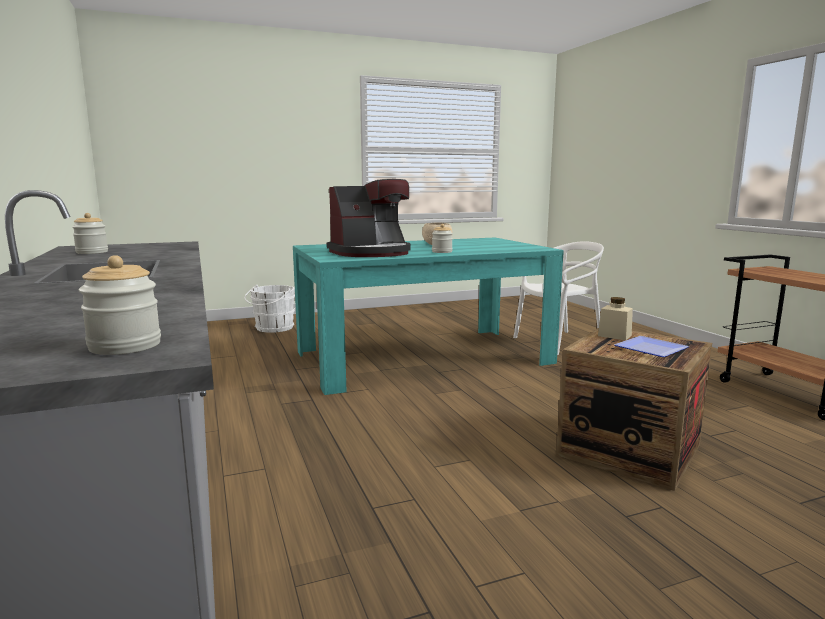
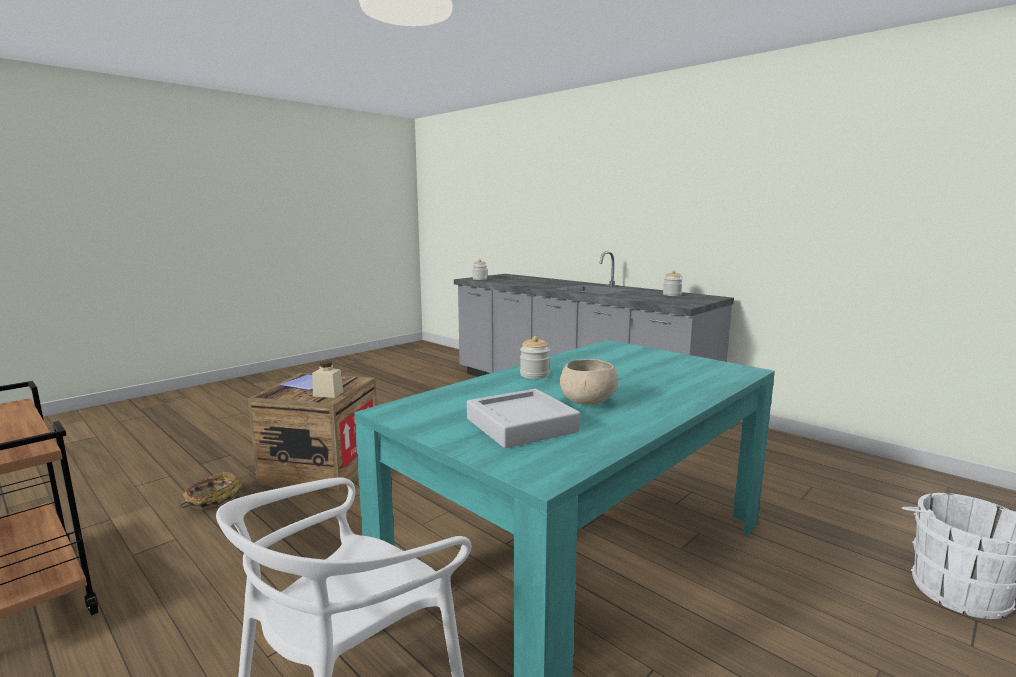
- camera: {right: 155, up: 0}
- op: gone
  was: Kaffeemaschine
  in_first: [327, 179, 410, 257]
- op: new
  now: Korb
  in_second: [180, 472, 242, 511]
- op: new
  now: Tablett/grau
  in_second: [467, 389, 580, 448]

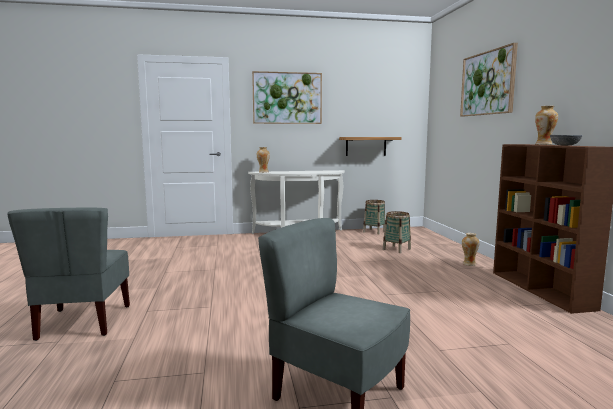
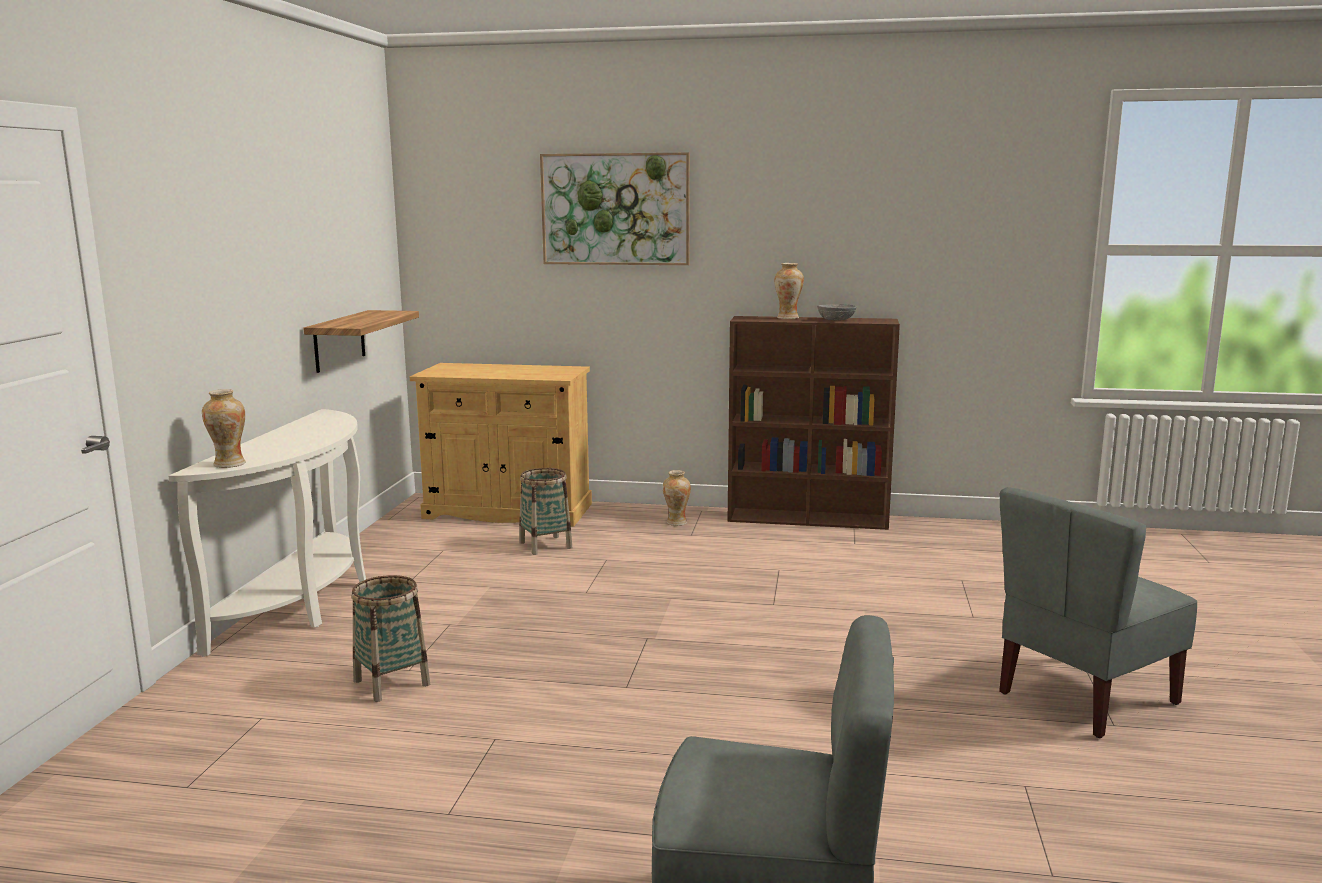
- camera: {right: -70, up: 5}
- op: gone
  was: Bild
  in_first: [252, 71, 322, 124]
- op: shifted
  was: Korb
  in_first: [363, 200, 385, 234]
  in_second: [351, 575, 430, 702]
- op: new
  now: Schrank/beige
  in_second: [410, 363, 592, 527]

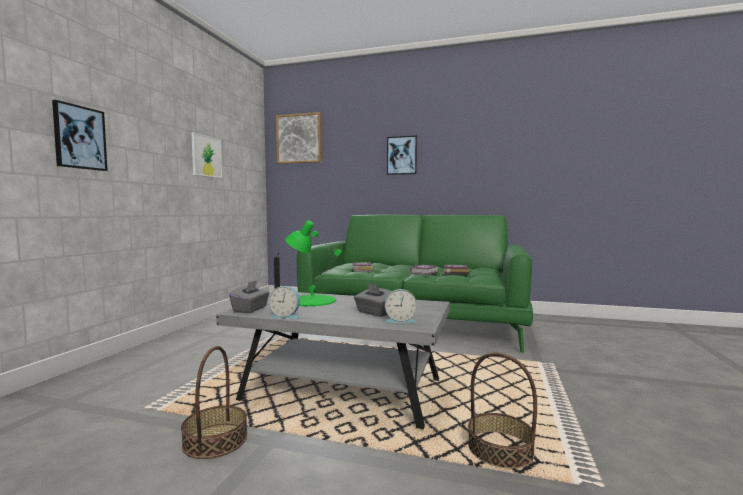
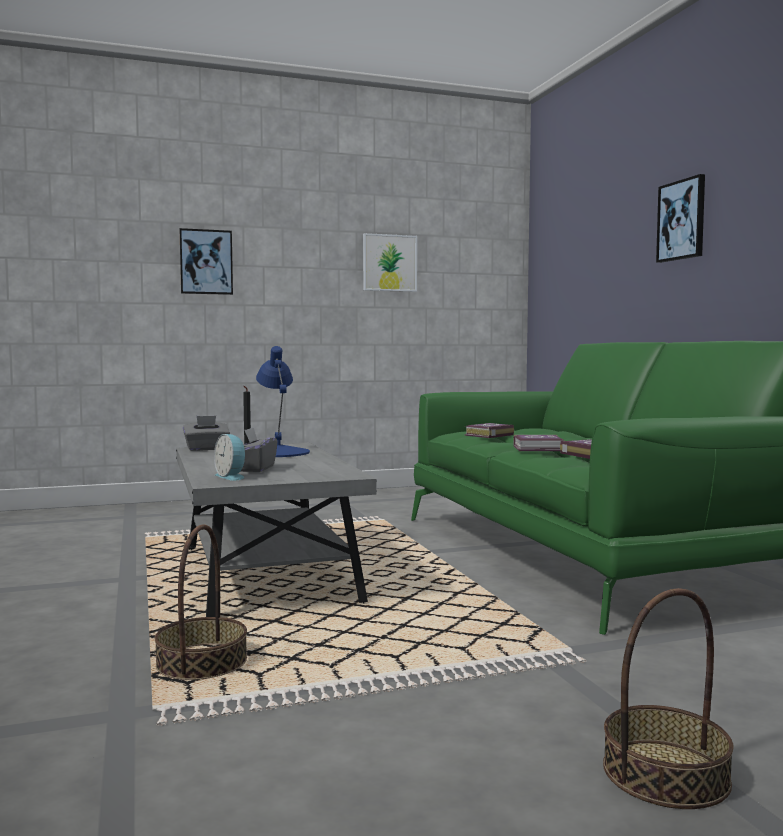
- camera: {right: 55, up: 0}
- op: shifted
  was: Korb
  in_first: [181, 346, 247, 459]
  in_second: [603, 588, 734, 809]
- op: gone
  was: Wecker
  in_first: [269, 286, 300, 319]
- op: gone
  was: Bild
  in_first: [276, 112, 322, 164]
- op: repainted
  was: Tischlampe/grün
  now: Tischlampe/blau
  in_first: [285, 220, 342, 306]
  in_second: [256, 346, 310, 457]

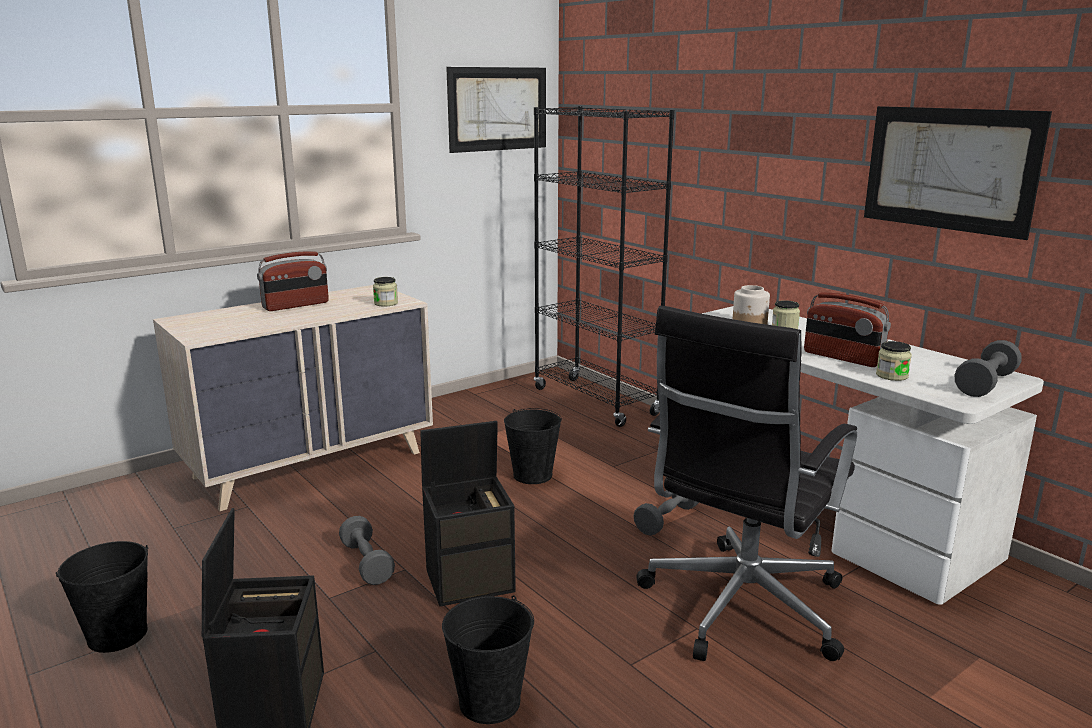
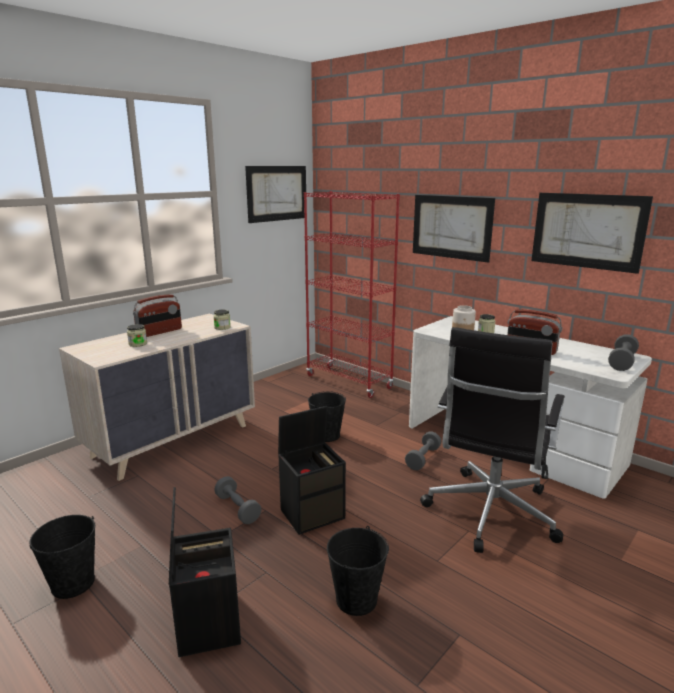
- camera: {right: -10, up: 0}
- op: repainted
  was: Bücherregal/schwarz
  now: Bücherregal/rot
  in_first: [534, 106, 675, 427]
  in_second: [304, 191, 400, 398]
- op: shifted
  was: Vorratsglas
  in_first: [876, 341, 912, 381]
  in_second: [127, 324, 147, 347]
- op: new
  now: Bild
  in_second: [413, 195, 495, 263]

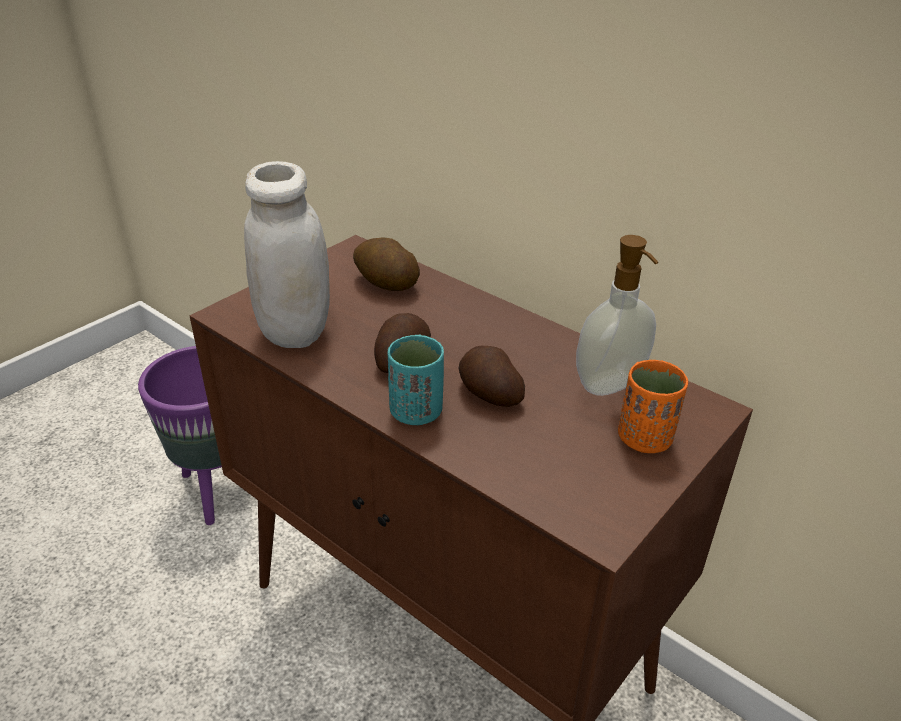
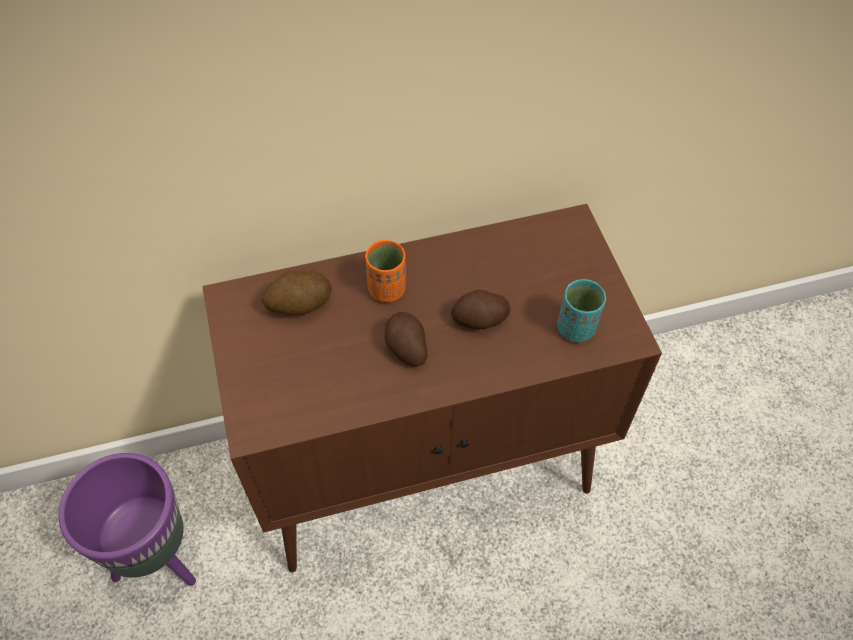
- camera: {right: -55, up: 20}
- op: gone
  was: Vorratsglas/weiß
  in_first: [244, 161, 330, 348]
- op: shifted
  was: Tasse/türkis
  in_first: [388, 335, 444, 425]
  in_second: [557, 279, 606, 342]
- op: gone
  was: Seifenspender
  in_first: [576, 235, 658, 396]
- op: shifted
  was: Tasse/orange
  in_first: [618, 360, 688, 453]
  in_second: [365, 240, 406, 302]

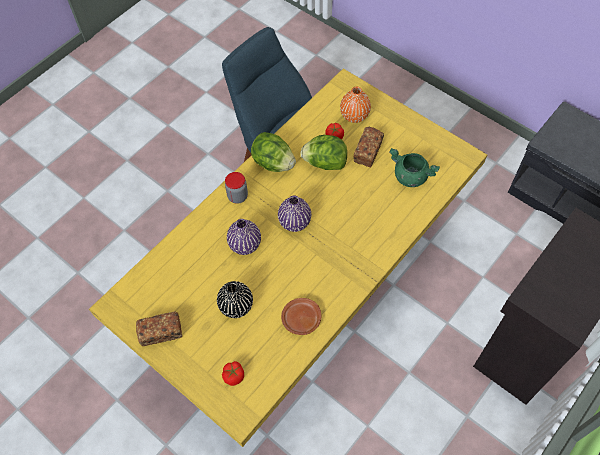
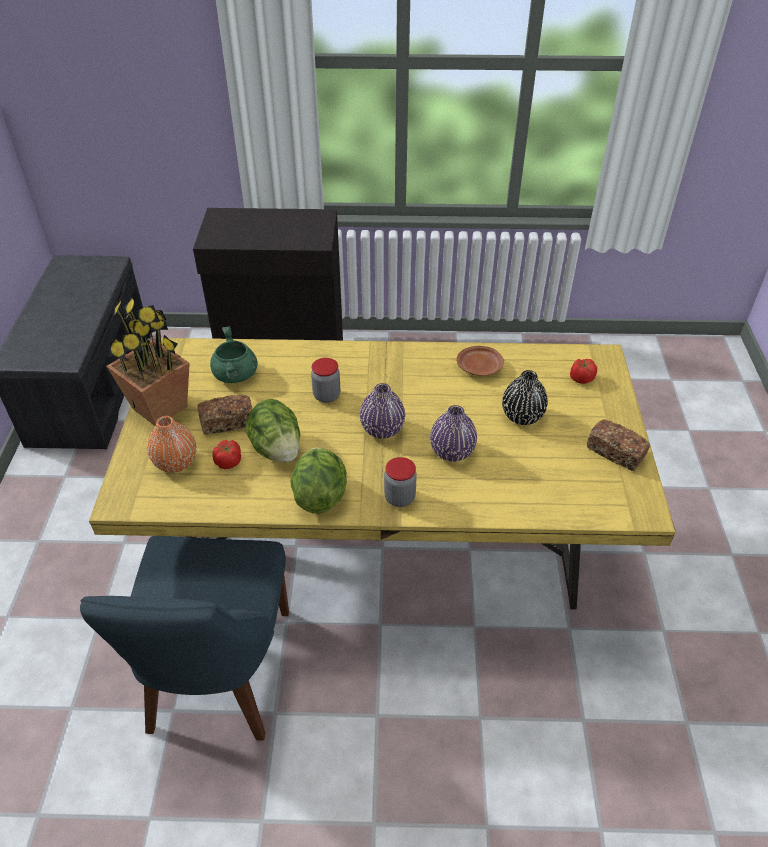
- camera: {right: -130, up: -15}
- op: new
  now: Topfpflanze
  in_second: [106, 296, 190, 426]
- op: new
  now: Vorratsglas
  in_second: [311, 358, 340, 403]

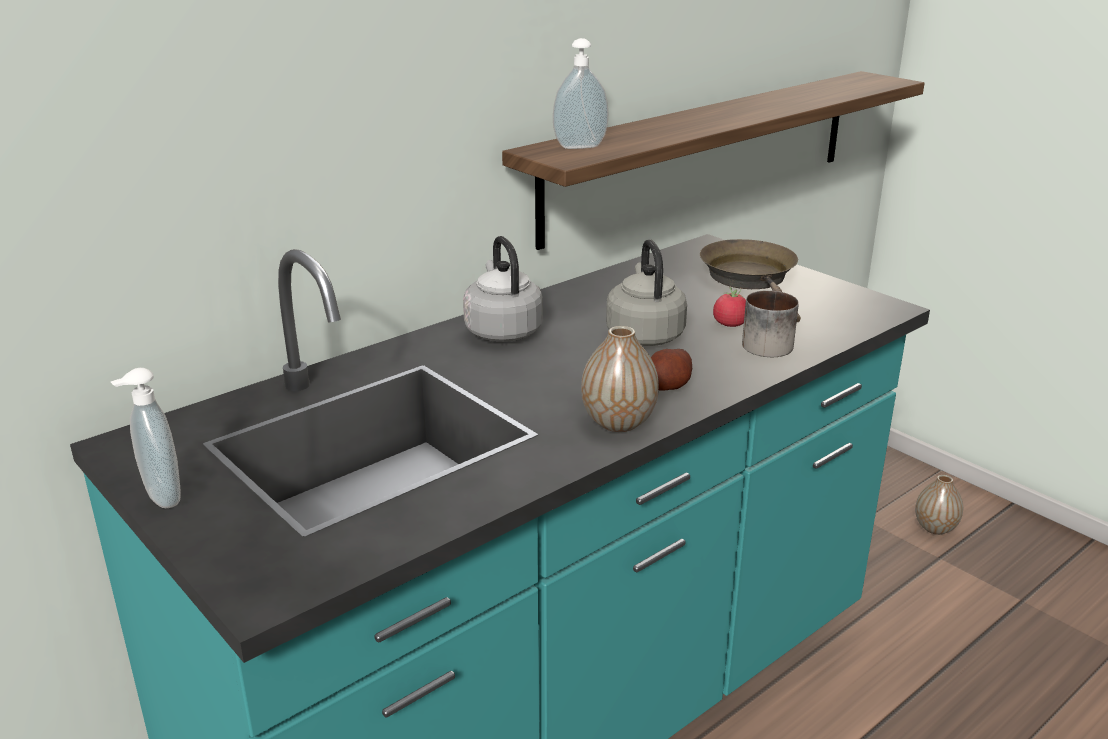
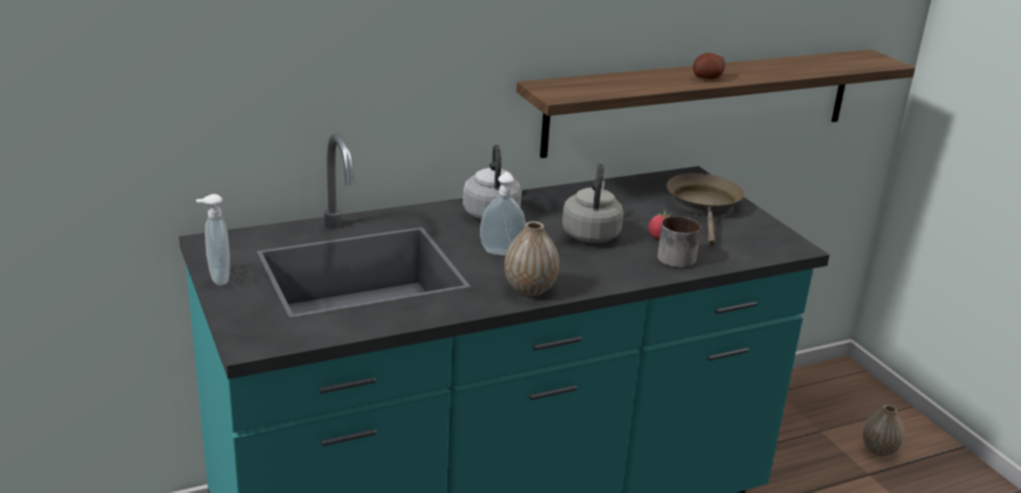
- camera: {right: 15, up: 0}
- op: shifted
  was: Seifenspender
  in_first: [553, 38, 609, 149]
  in_second: [480, 172, 526, 256]
- op: shifted
  was: Kartoffel
  in_first: [651, 349, 692, 391]
  in_second: [693, 53, 725, 79]

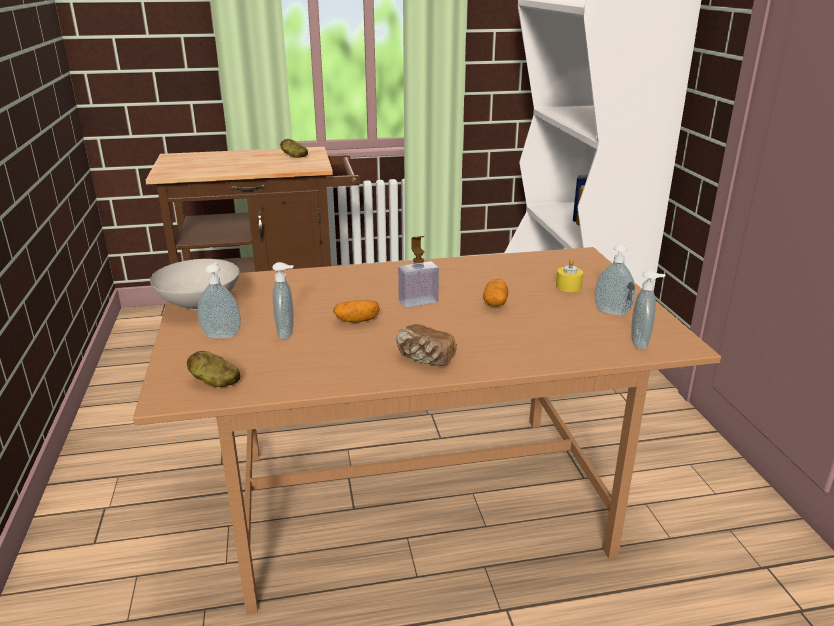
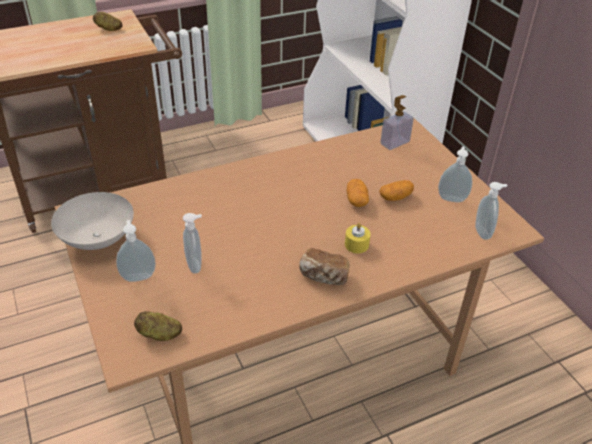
- camera: {right: -15, up: 15}
- op: shifted
  was: Kartoffel
  in_first: [333, 300, 380, 323]
  in_second: [379, 180, 414, 201]
- op: shifted
  was: Seifenspender
  in_first: [398, 236, 439, 307]
  in_second: [380, 95, 414, 150]
- op: shifted
  was: Kerze/gelb
  in_first: [556, 259, 583, 292]
  in_second: [345, 223, 371, 253]

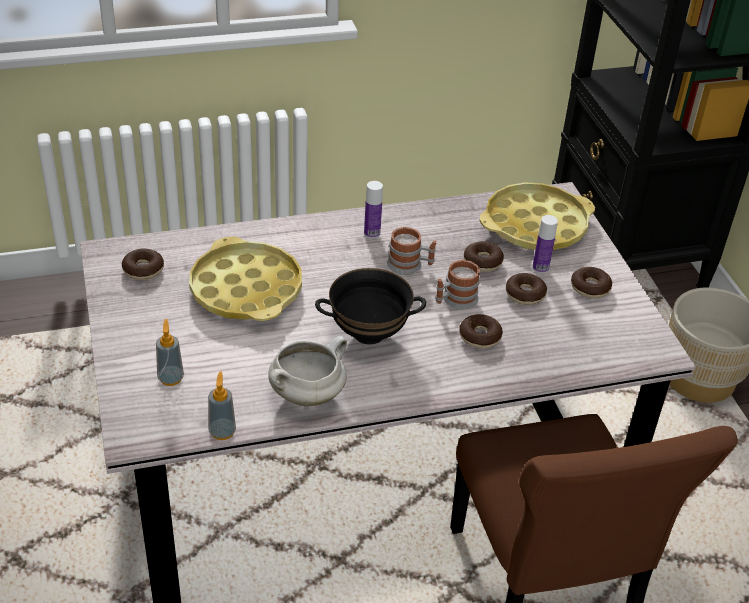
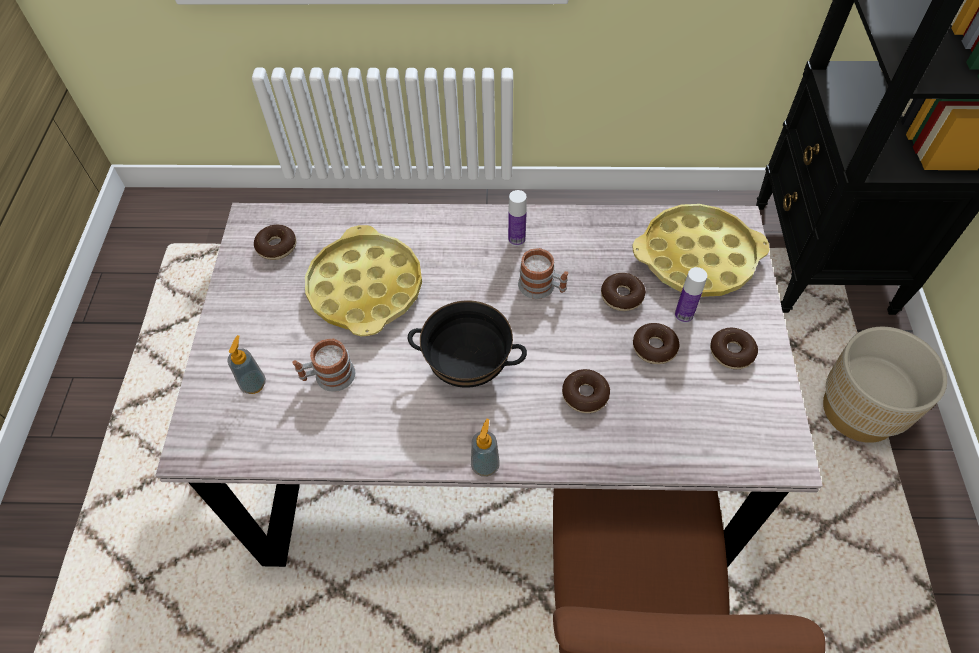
- camera: {right: 20, up: 15}
- op: shifted
  was: Seifenspender
  in_first: [208, 371, 236, 440]
  in_second: [471, 419, 500, 477]
- op: gone
  was: Kochtopf/weiß
  in_first: [268, 336, 347, 406]
- op: shifted
  was: Henkelbecher
  in_first: [435, 260, 480, 309]
  in_second: [292, 338, 355, 392]

